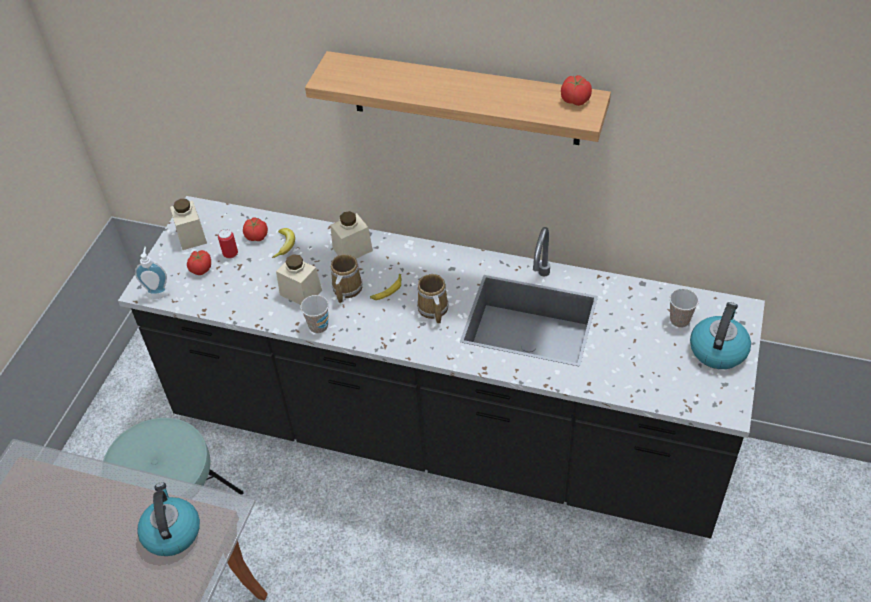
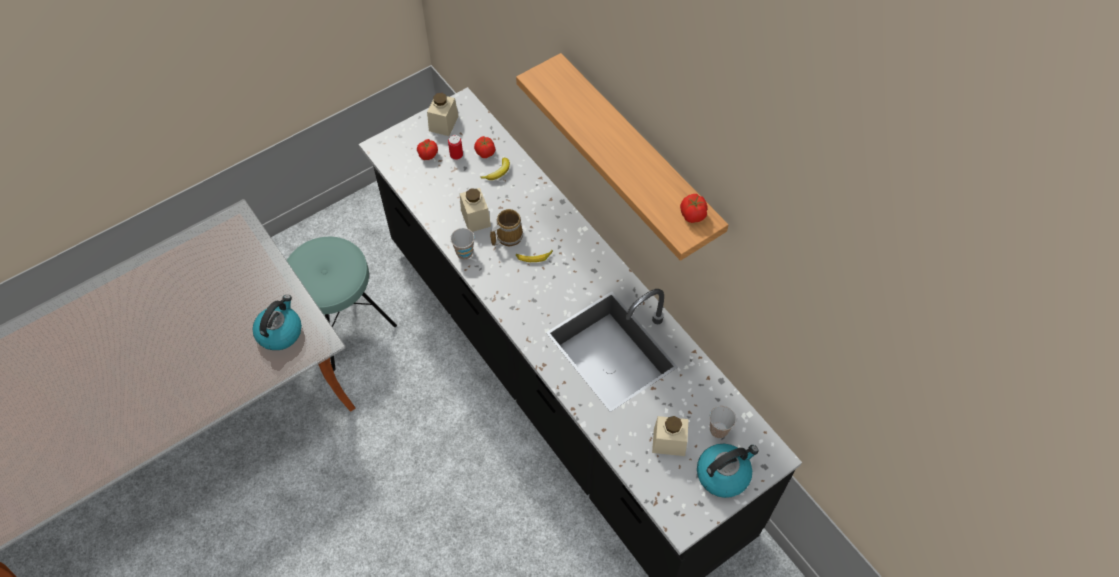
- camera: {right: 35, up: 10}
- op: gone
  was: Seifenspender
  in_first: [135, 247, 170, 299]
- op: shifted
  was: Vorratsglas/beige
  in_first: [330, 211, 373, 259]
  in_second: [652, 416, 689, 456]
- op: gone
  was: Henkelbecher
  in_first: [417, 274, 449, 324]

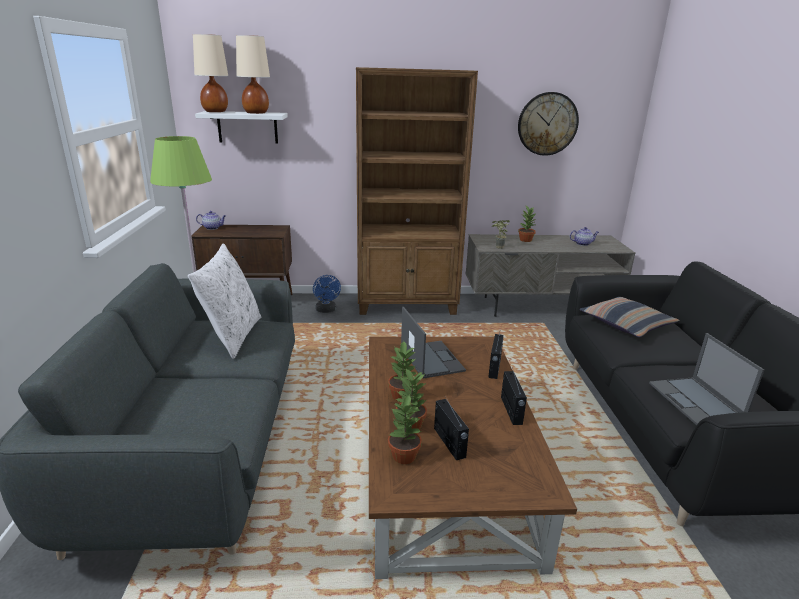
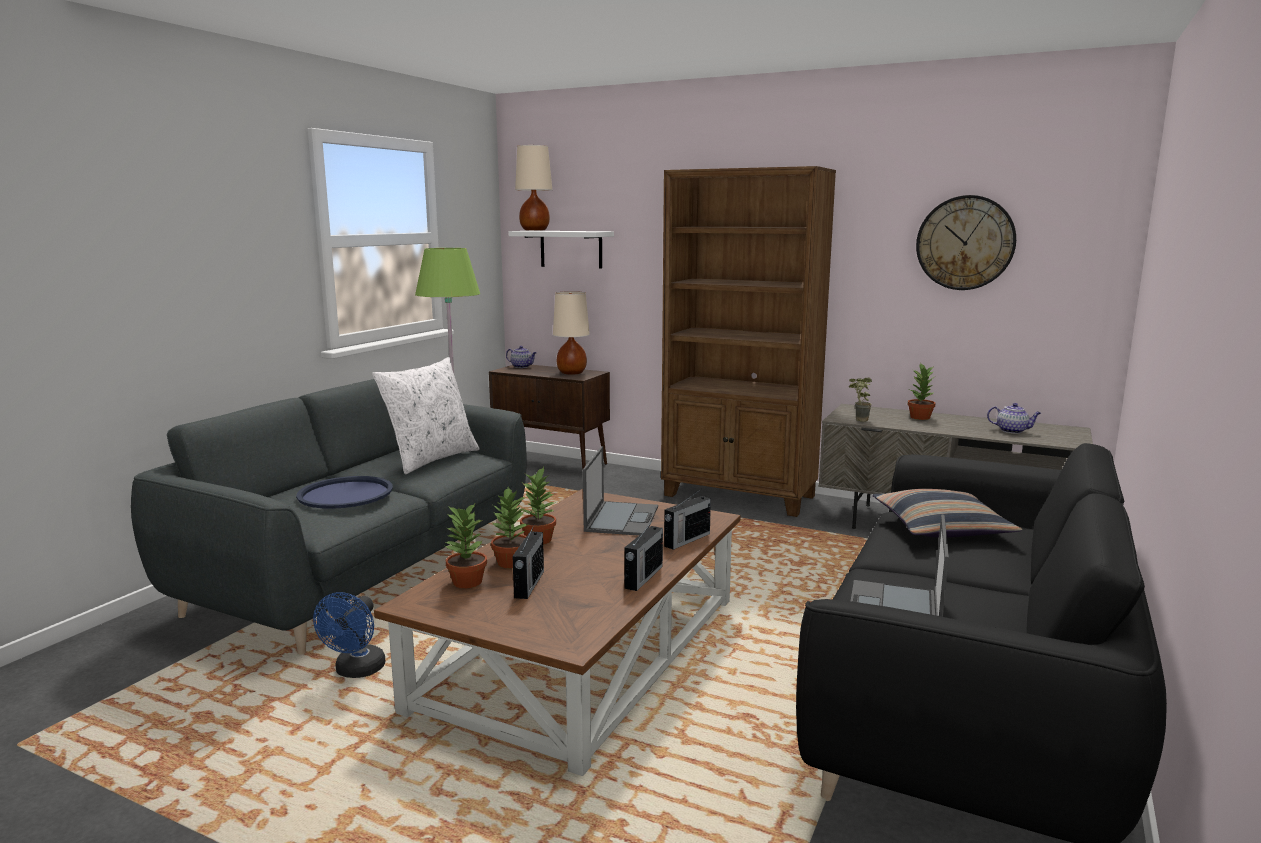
- camera: {right: 30, up: -10}
- op: shifted
  was: Tischlampe/beige
  in_first: [236, 35, 270, 114]
  in_second: [553, 291, 590, 375]
- op: shifted
  was: Ventilator/blau
  in_first: [313, 275, 341, 313]
  in_second: [313, 592, 385, 678]
- op: new
  now: Tablett/blau
  in_second: [296, 476, 393, 509]

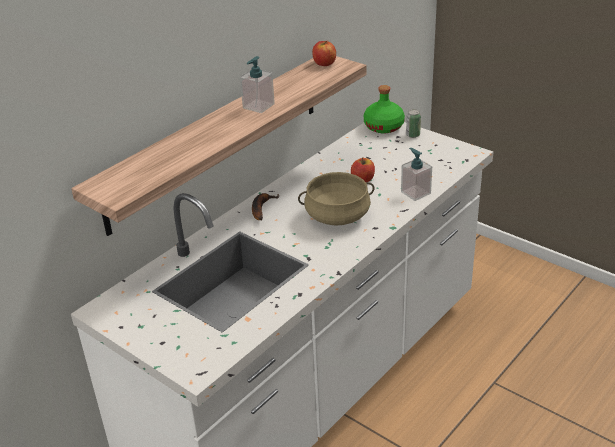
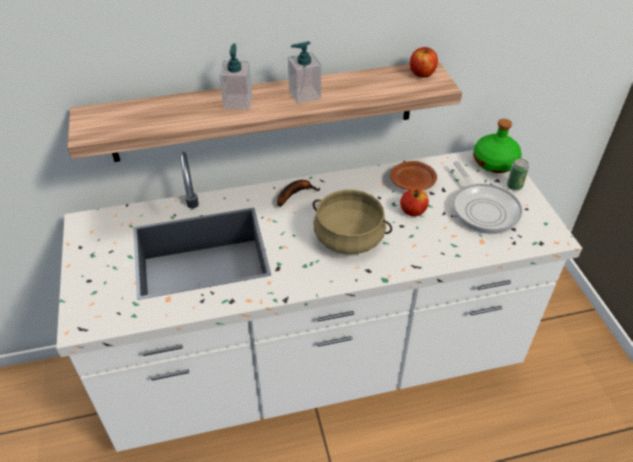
- camera: {right: 35, up: 10}
- op: shifted
  was: Seifenspender
  in_first: [401, 148, 432, 201]
  in_second: [219, 43, 252, 109]
- op: new
  now: Teller/braun
  in_second: [390, 161, 437, 190]
- op: new
  now: Pfanne
  in_second: [453, 161, 522, 234]

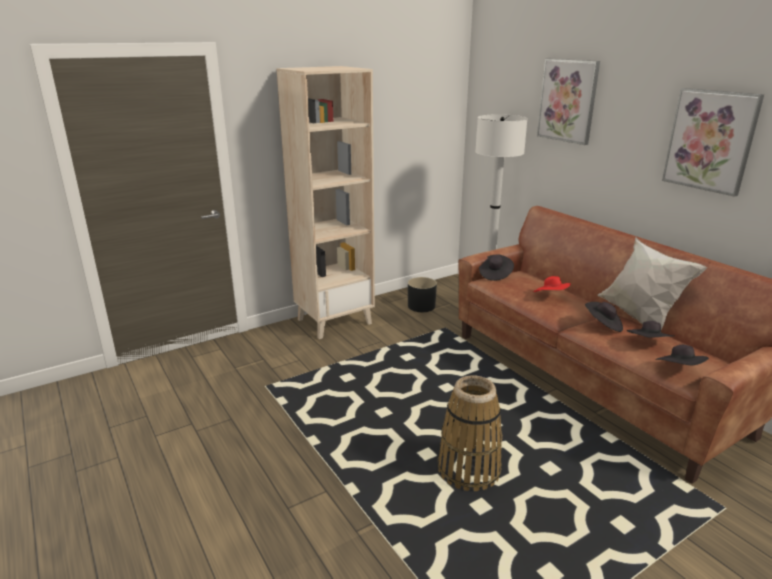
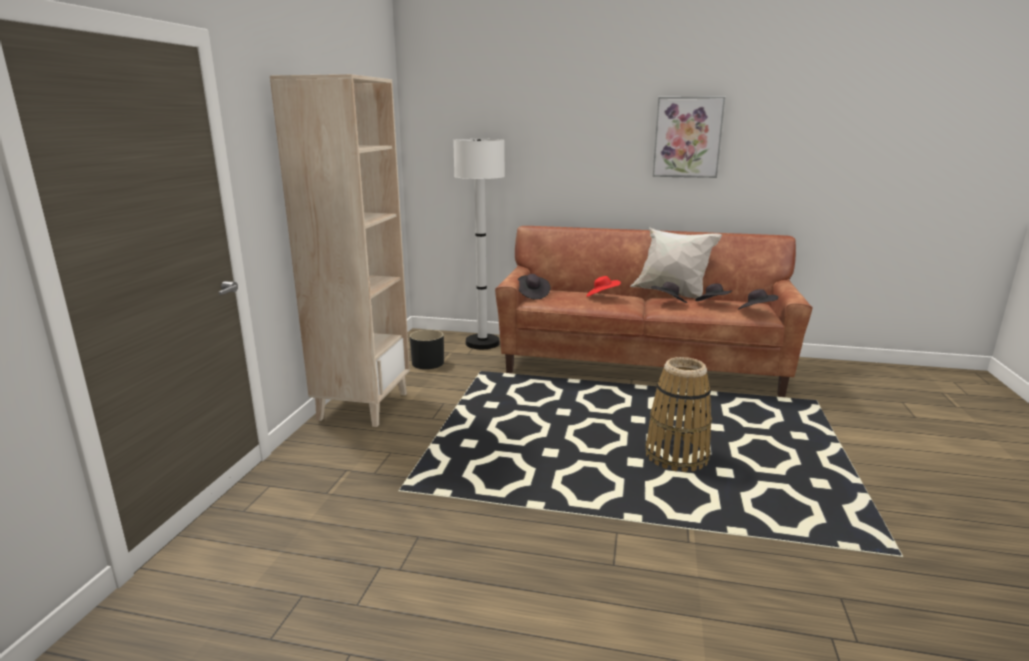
- camera: {right: -45, up: -5}
- op: gone
  was: Bild
  in_first: [537, 59, 600, 145]

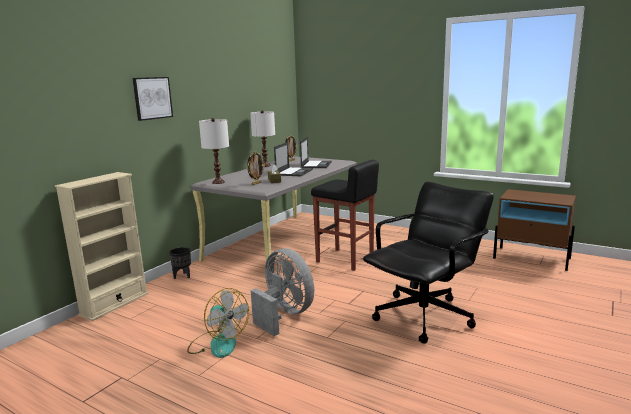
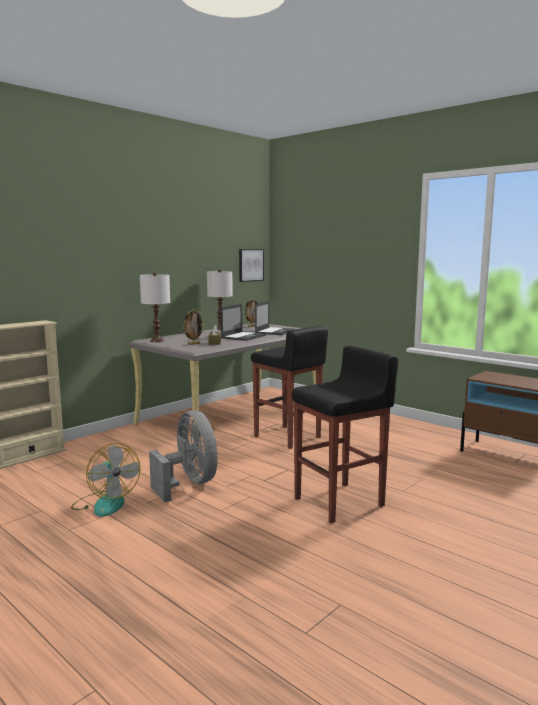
- camera: {right: 10, up: -5}
- op: shifted
  was: Bild
  in_first: [132, 77, 173, 121]
  in_second: [239, 249, 264, 282]
- op: gone
  was: Pflanzkübel/schwarz
  in_first: [169, 247, 191, 279]
- op: swapped
  was: Bürostuhl/schwarz
  now: Hocker/schwarz
  in_first: [363, 182, 494, 344]
  in_second: [292, 346, 398, 523]

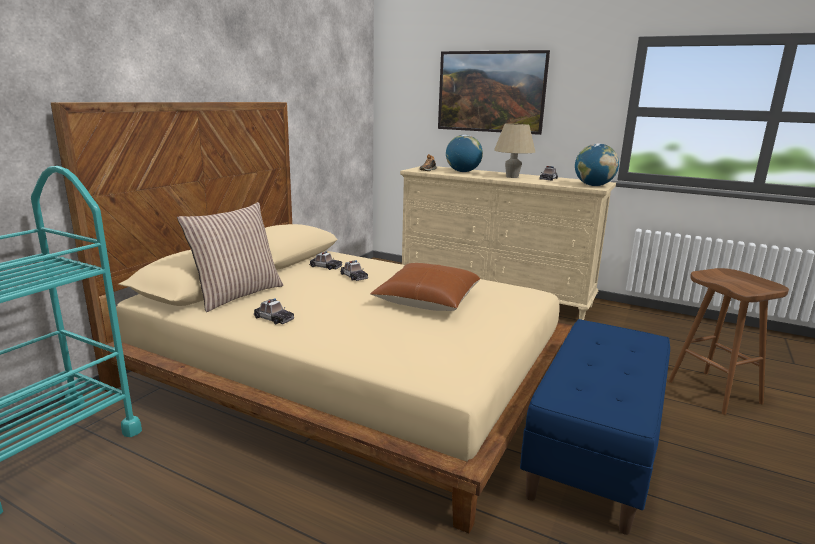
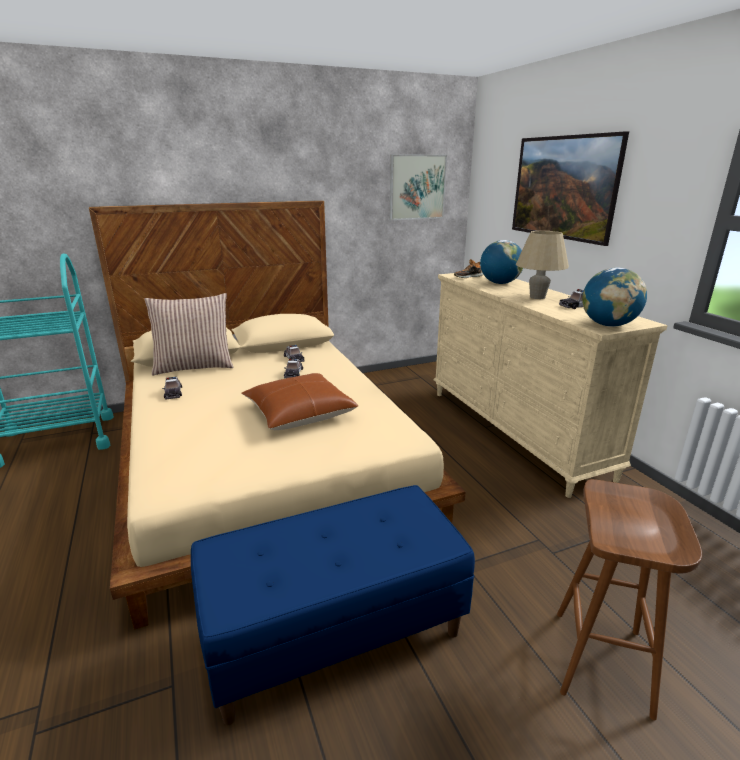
- camera: {right: 40, up: 5}
- op: new
  now: Bild
  in_second: [390, 154, 447, 220]

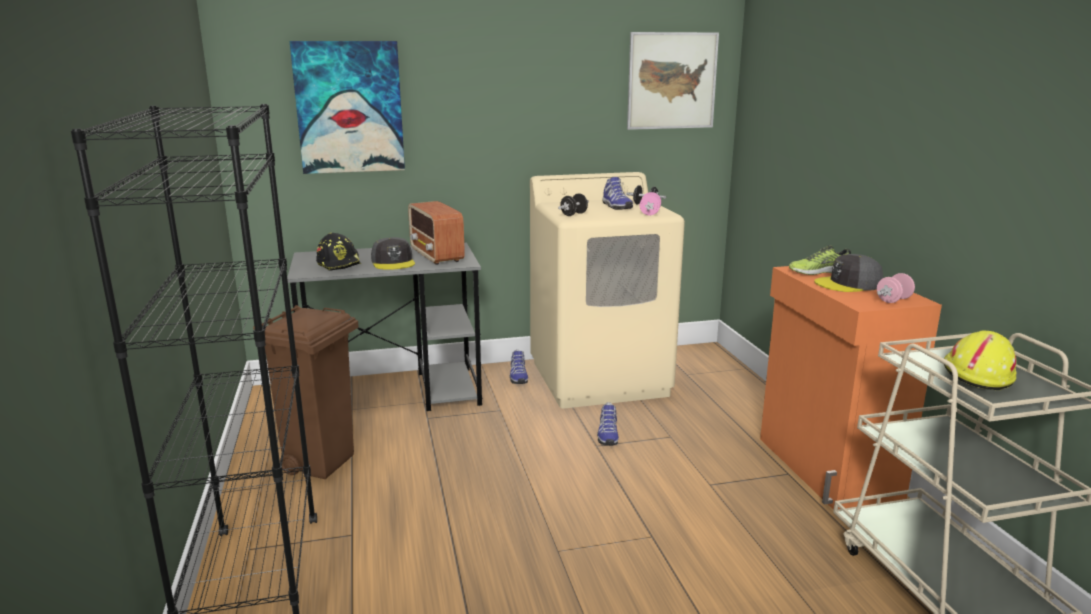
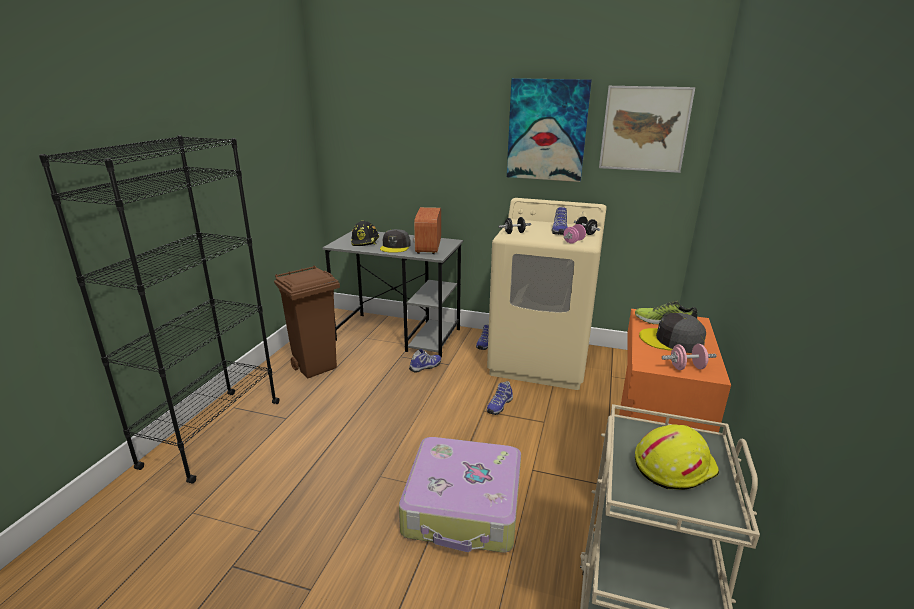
- camera: {right: 30, up: 5}
- op: shifted
  was: Bild
  in_first: [290, 41, 405, 174]
  in_second: [507, 78, 592, 182]
- op: new
  now: Koffer
  in_second: [399, 437, 521, 553]
- op: new
  now: Schuh
  in_second: [409, 349, 441, 373]

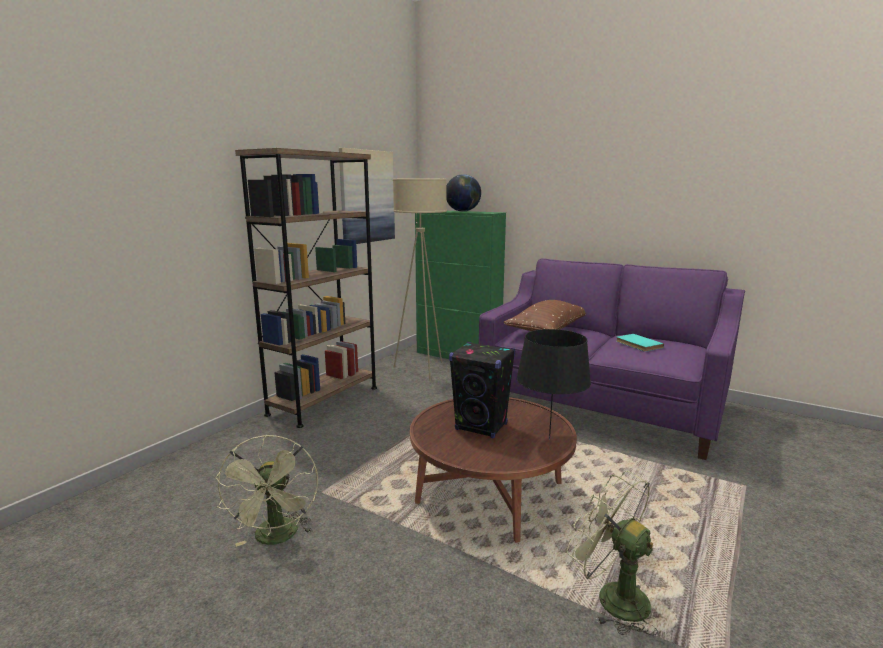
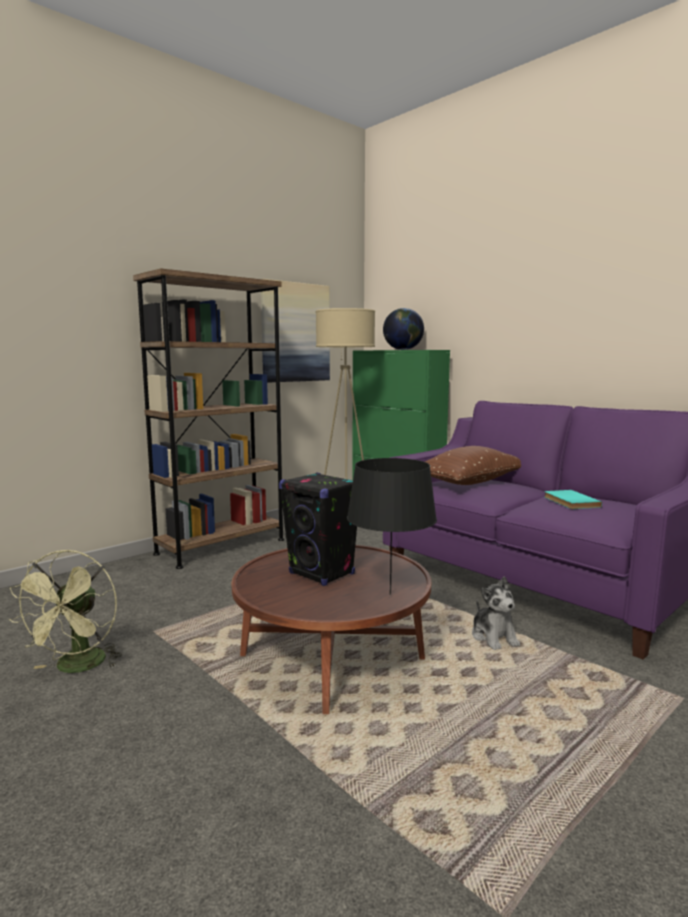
- camera: {right: 15, up: -5}
- op: gone
  was: Ventilator/grün
  in_first: [567, 471, 658, 636]
- op: new
  now: Plüschtier
  in_second: [472, 576, 520, 650]

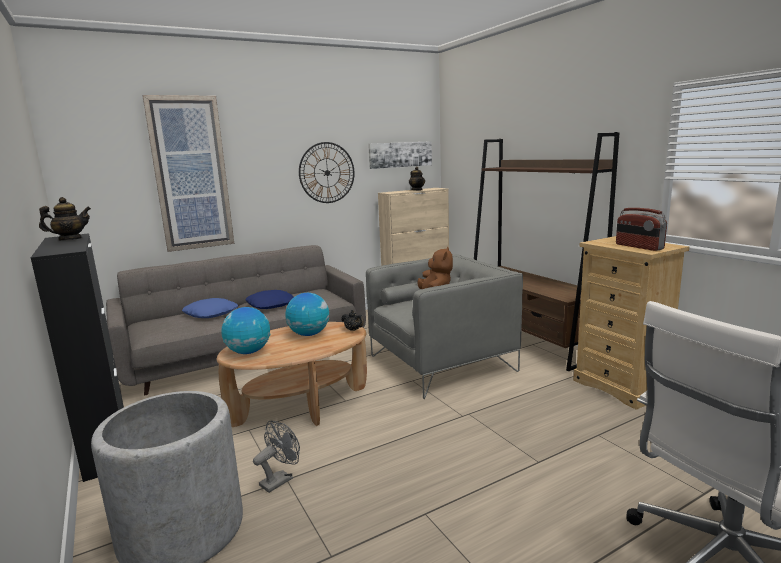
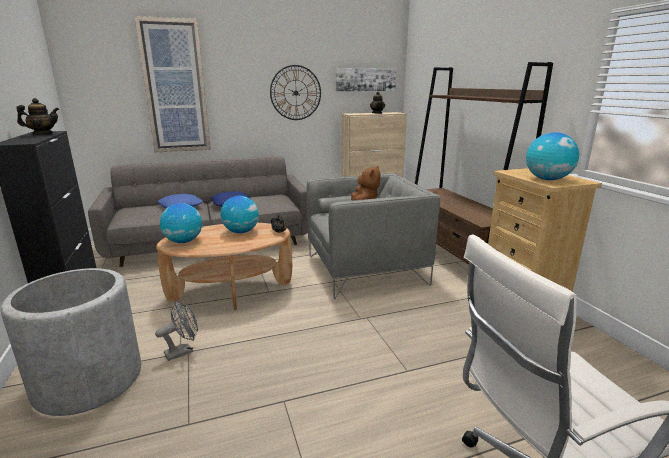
- camera: {right: 10, up: 5}
- op: swapped
  was: Radio
  now: Globus
  in_first: [616, 208, 667, 251]
  in_second: [525, 132, 579, 180]

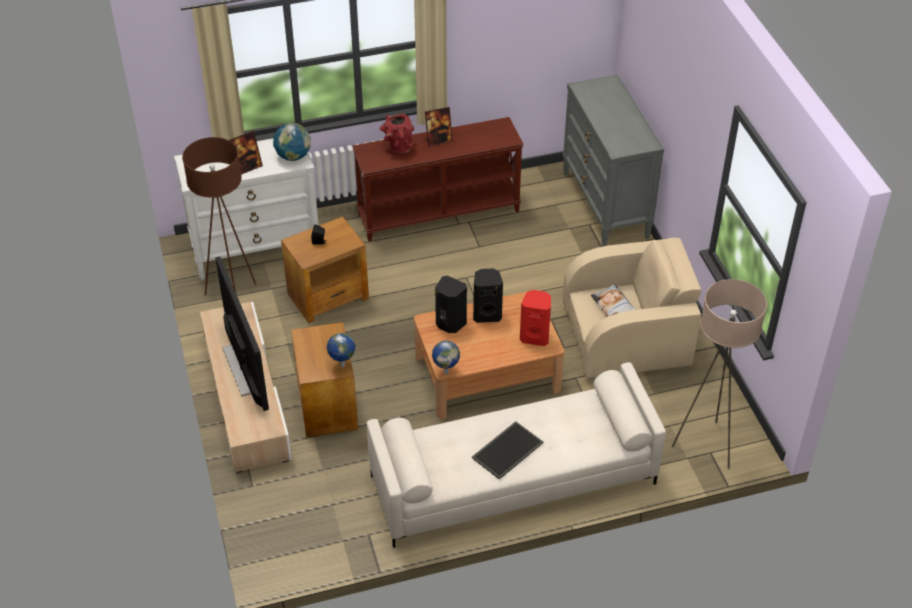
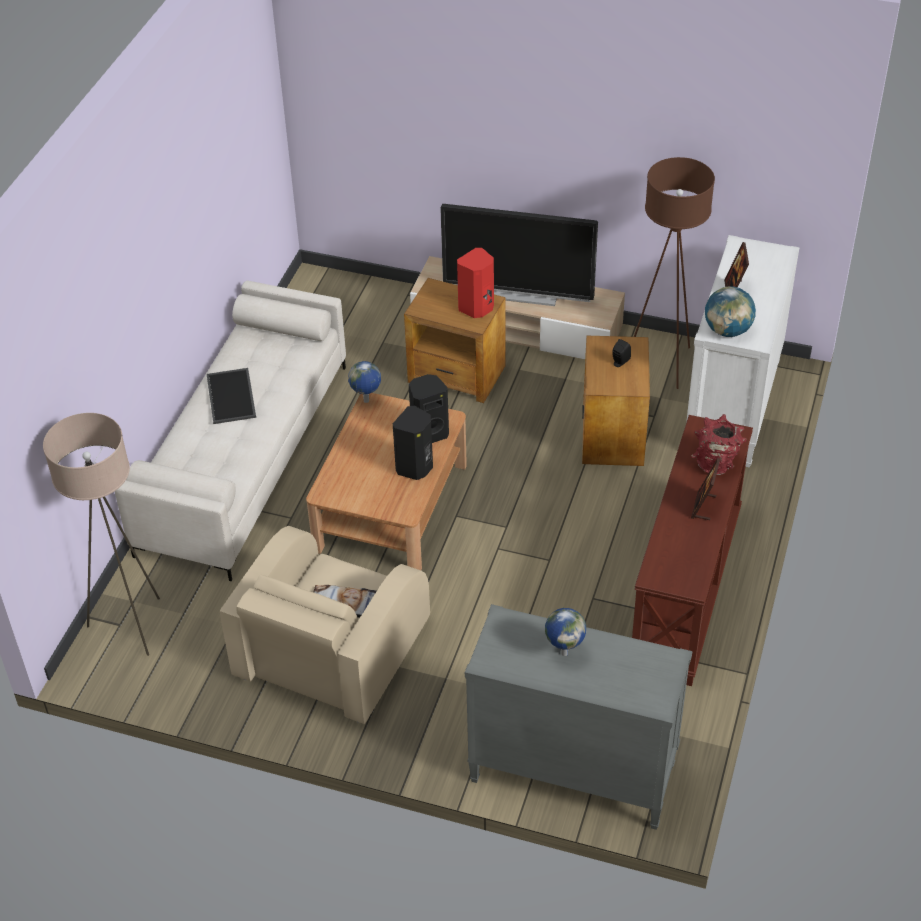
- camera: {right: 125, up: 0}
- op: shifted
  was: Globus
  in_first: [327, 333, 355, 368]
  in_second: [545, 608, 586, 656]
- op: shifted
  was: Lautsprecher/rot
  in_first: [520, 290, 551, 346]
  in_second: [457, 248, 494, 318]

